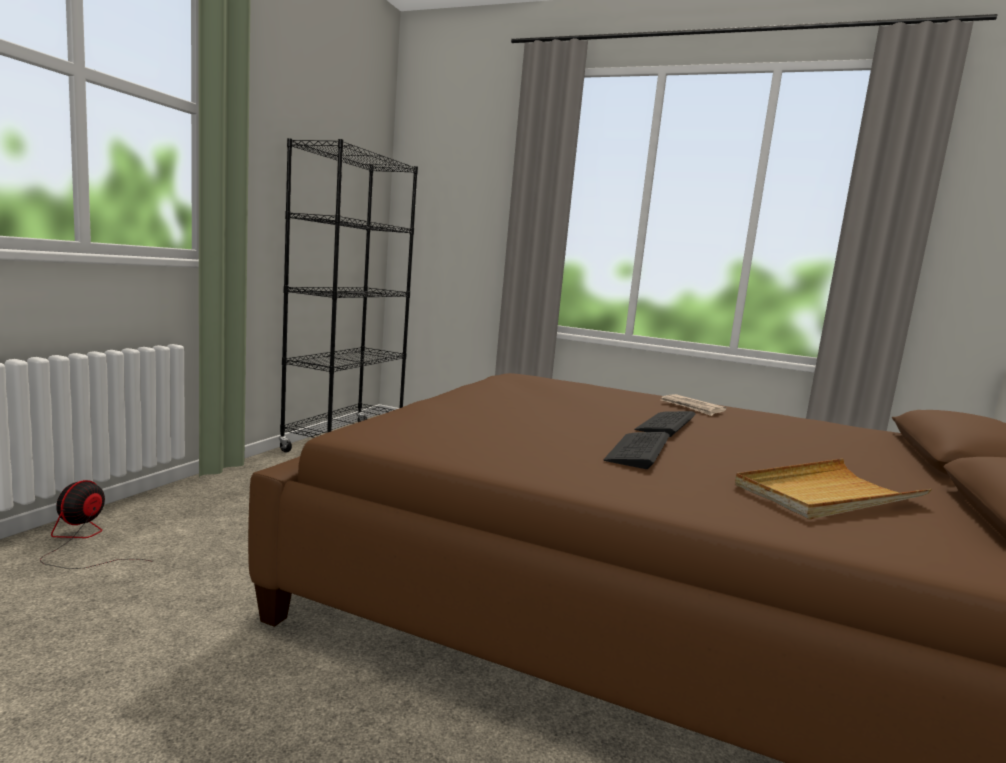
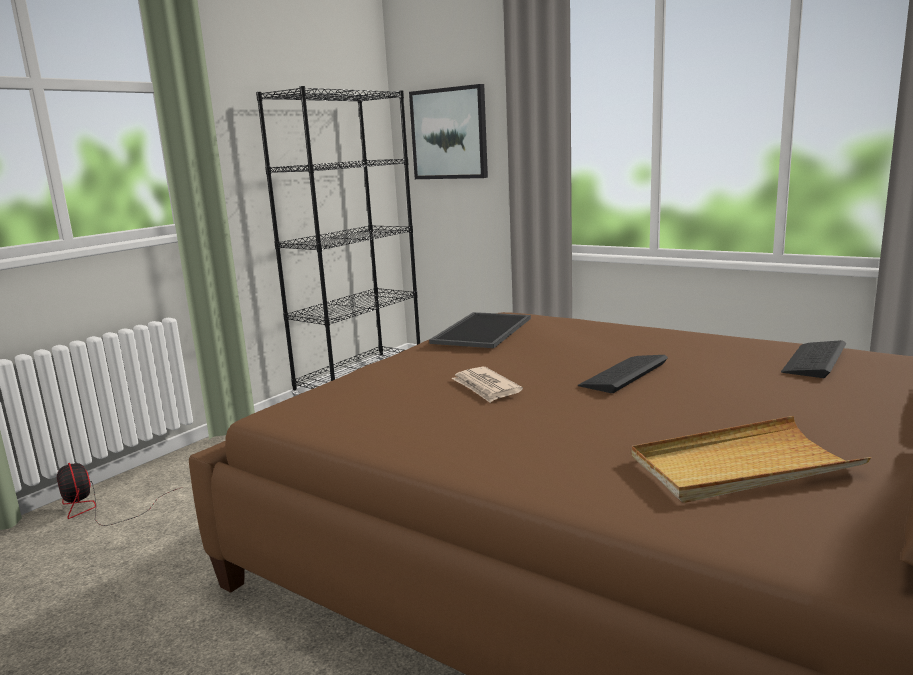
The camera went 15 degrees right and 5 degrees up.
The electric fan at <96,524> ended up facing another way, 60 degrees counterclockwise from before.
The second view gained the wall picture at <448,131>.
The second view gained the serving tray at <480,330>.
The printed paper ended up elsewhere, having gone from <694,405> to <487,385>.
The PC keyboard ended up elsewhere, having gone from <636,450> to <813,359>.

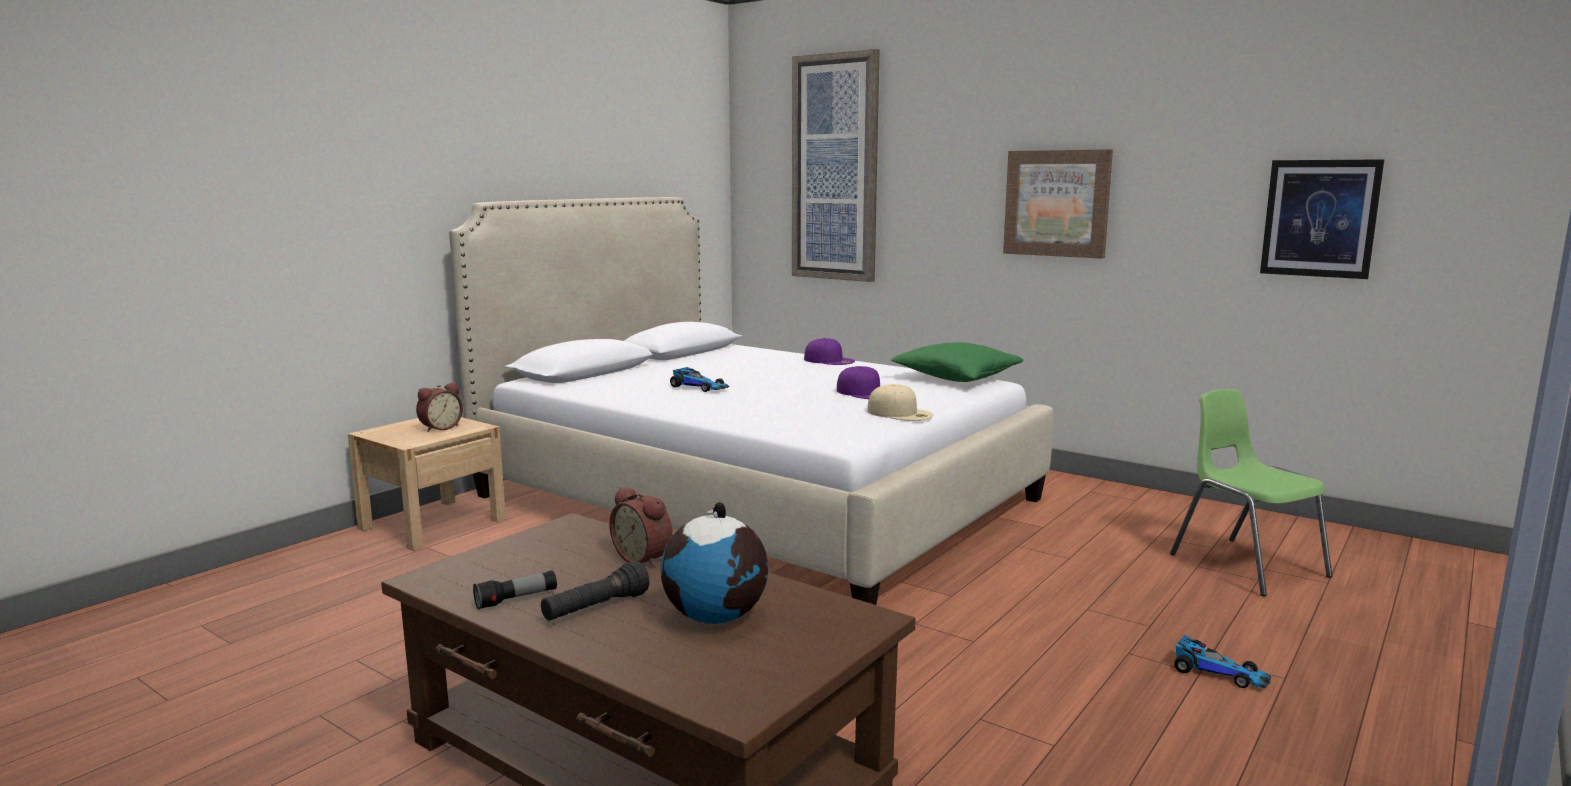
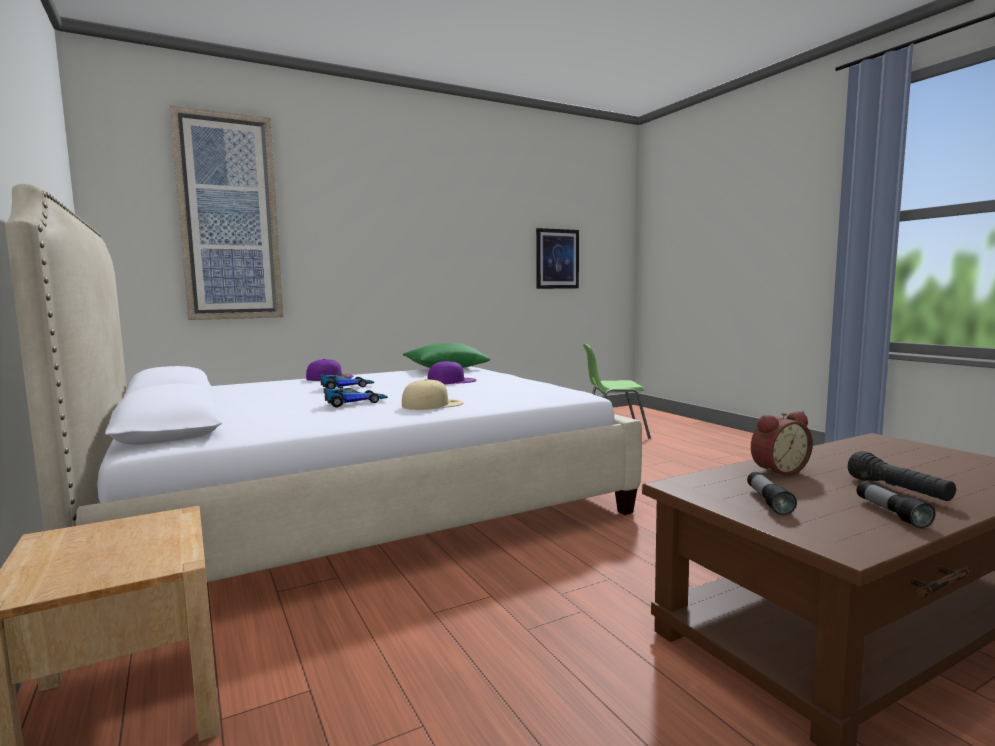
The camera went 65 degrees left and 5 degrees down.
The model car ended up elsewhere, having gone from <1222,661> to <346,381>.
The beige-coloured baseball cap ended up elsewhere, having gone from <900,402> to <432,394>.
The second view gained the hand torch at <772,493>.
The second view lost the table clock at <439,407>.
The second view lost the globe at <714,563>.
The second view lost the wall picture at <1058,204>.

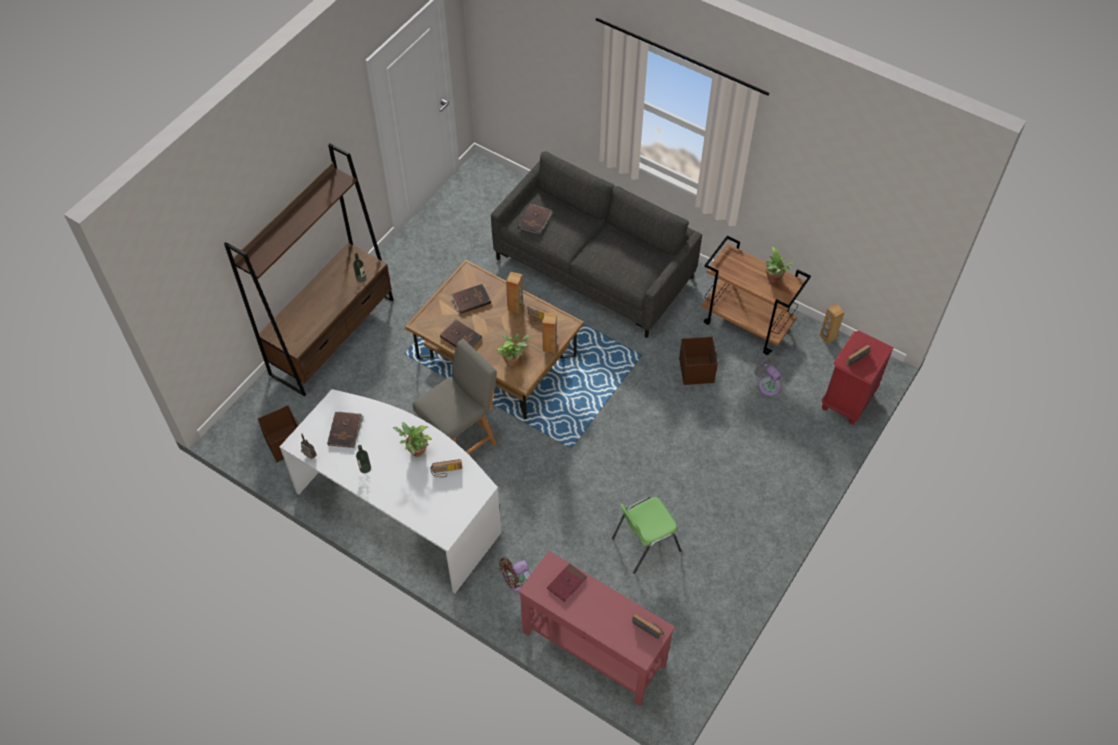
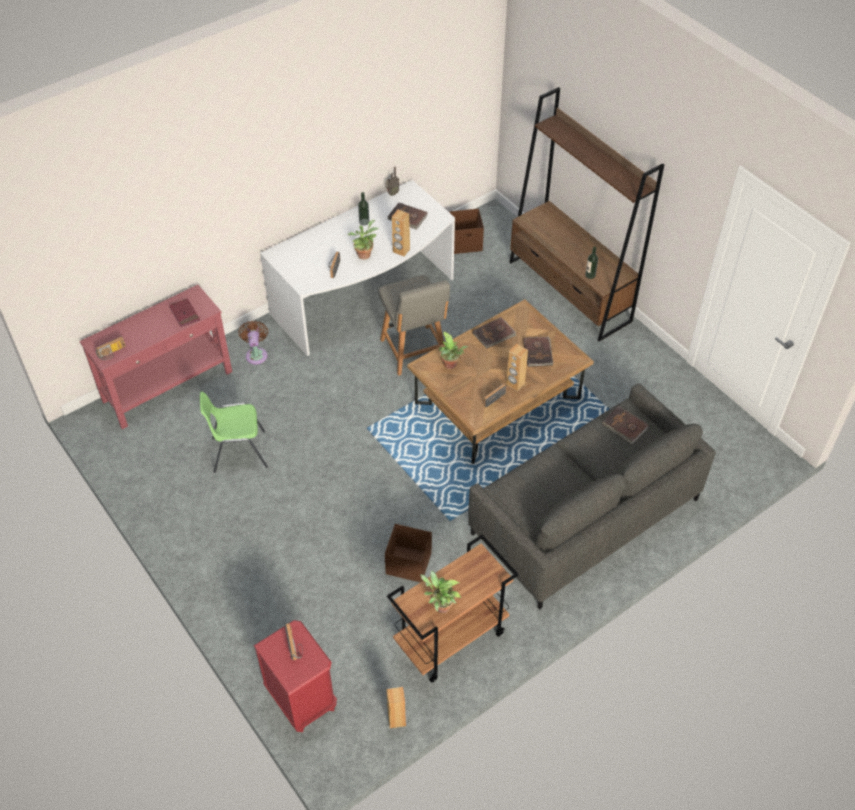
The camera went 110 degrees right and 5 degrees down.
The green upright chair at <647,535> ended up facing another way, 90 degrees counterclockwise from before.
The brown-coloured audio speaker ended up elsewhere, having gone from <549,332> to <401,233>.
The second view lost the greyish electric fan at <768,375>.

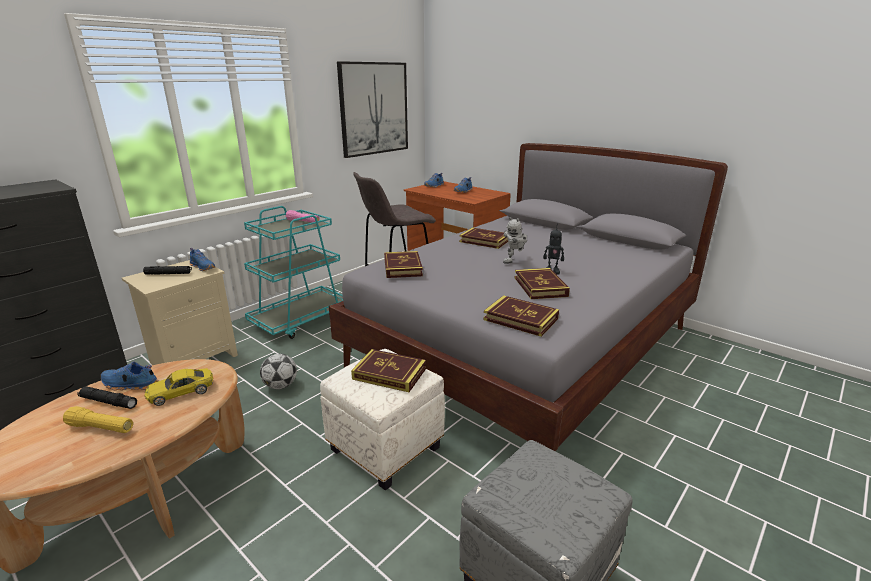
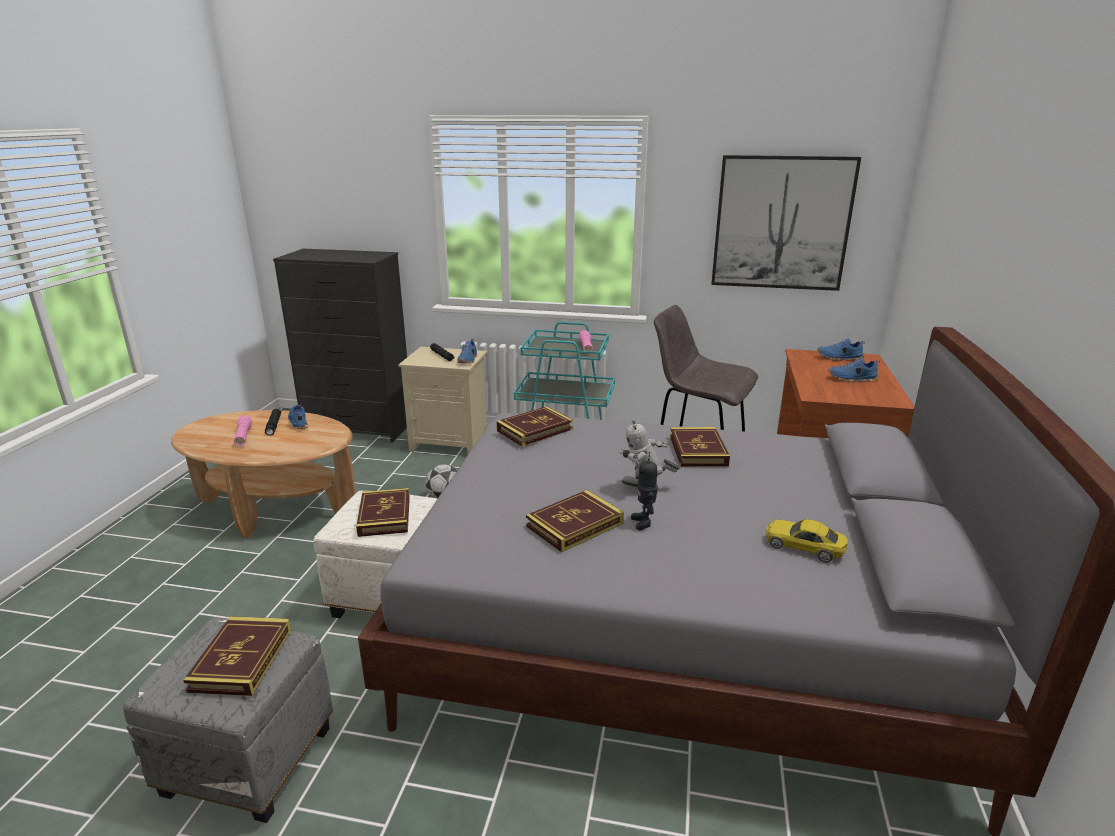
The camera went 60 degrees right and 0 degrees up.
The volume ended up elsewhere, having gone from <521,316> to <237,656>.
What was the yellow hand torch at <98,419> turned into the pink-coloured hand torch at <243,430>.
The yellow model car ended up elsewhere, having gone from <178,387> to <807,541>.

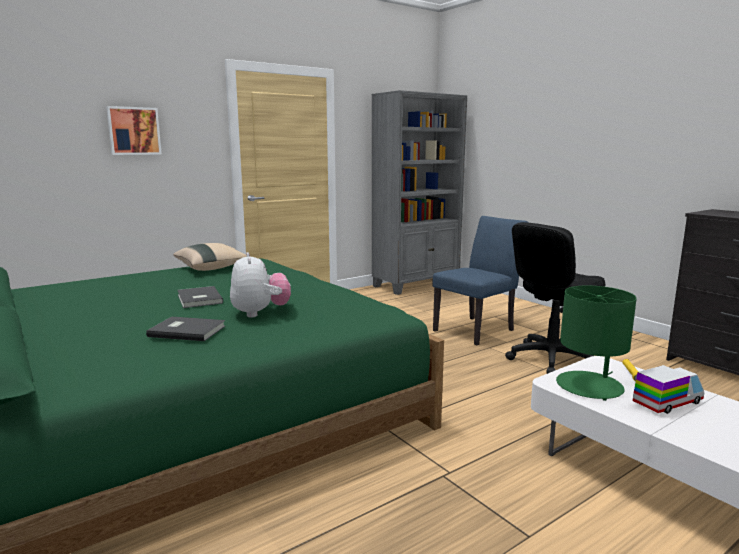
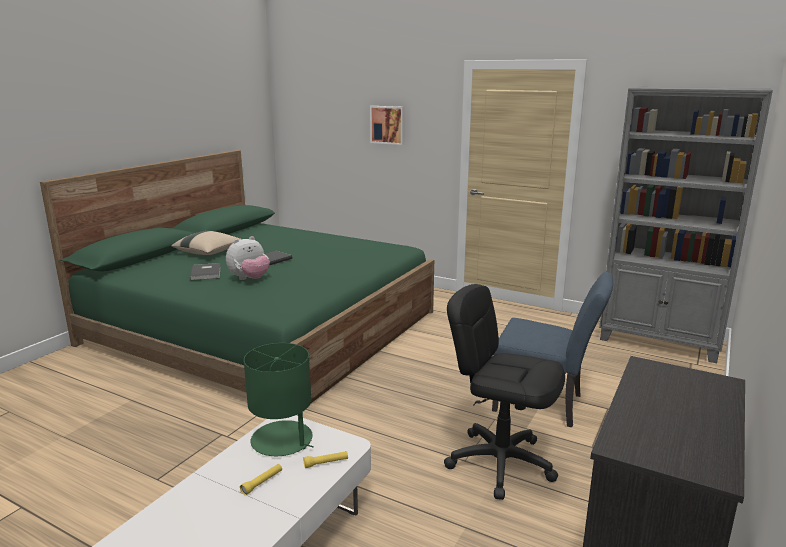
The camera went 65 degrees right and 5 degrees up.
The beige-coloured pillow ended up elsewhere, having gone from <211,257> to <207,243>.
Where the toy truck stood at <668,389>, the yellow hand torch came to stand at <261,480>.

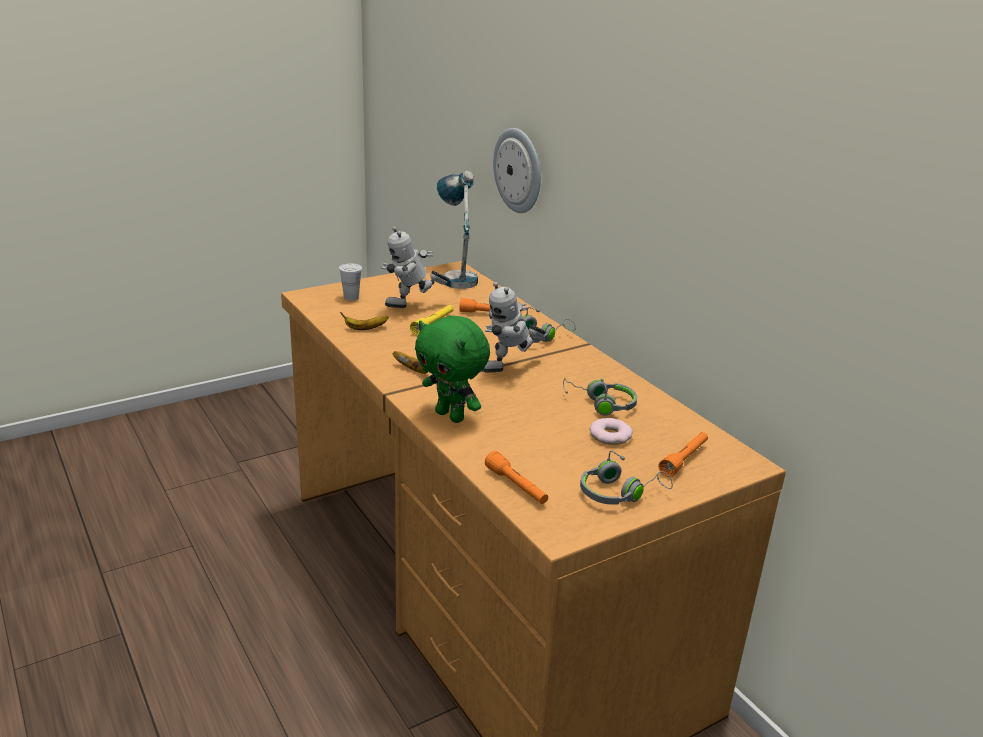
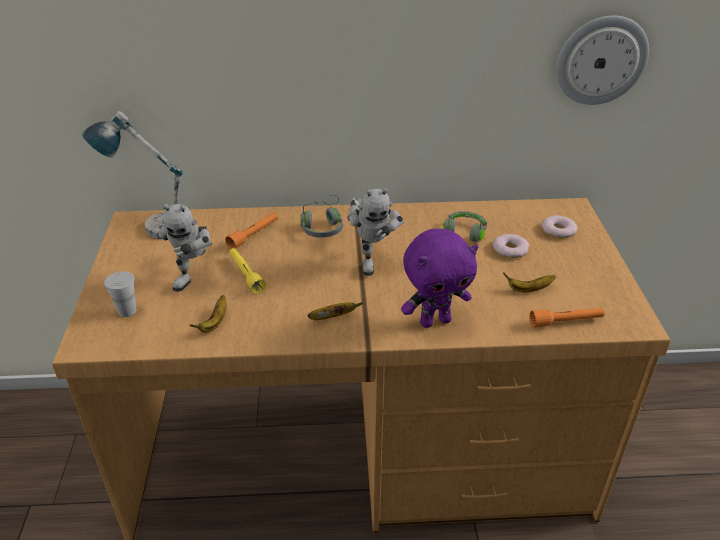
The camera went 60 degrees left and 10 degrees up.
What was the green cuddly toy at <452,369> turned into the purple-coloured cuddly toy at <440,278>.
The second view gained the whole banana at <529,282>.
Where the orangey hand torch stood at <683,454>, the ring doughnut came to stand at <559,226>.
The clock on the wall ended up elsewhere, having gone from <517,170> to <602,60>.
The second view lost the greyish headphones at <626,478>.

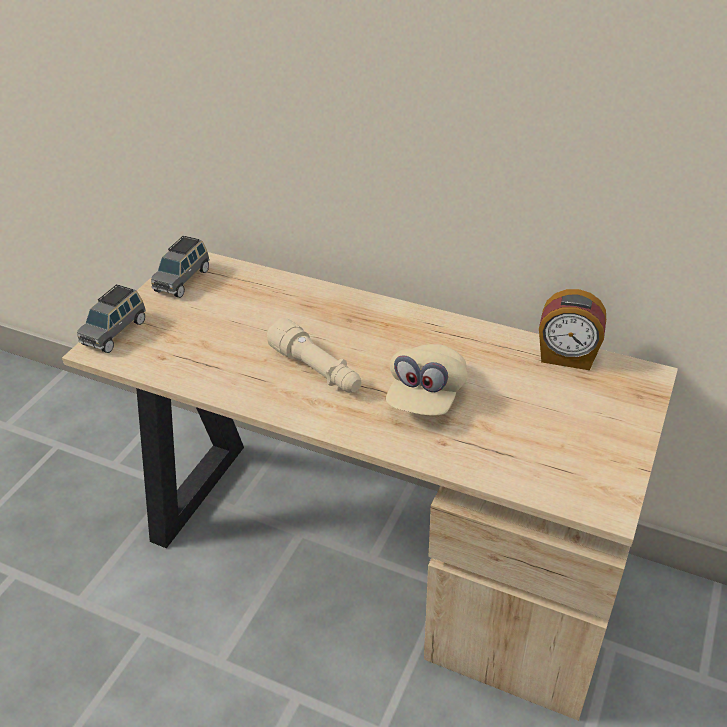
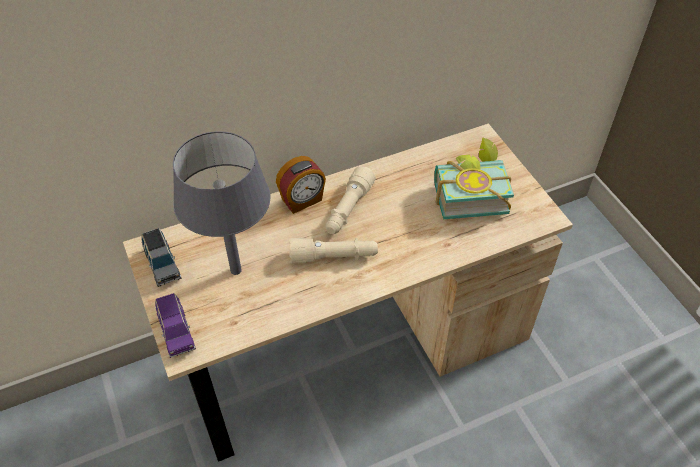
The camera went 50 degrees left and 10 degrees up.
What was the greyish model car at <111,318> turned into the purple-coloured model car at <175,325>.
The second view gained the greyish lamp for a table at <222,203>.
The table clock ended up elsewhere, having gone from <572,329> to <301,185>.
The second view gained the beige-coloured hand torch at <351,200>.
The second view gained the volume at <474,178>.
The second view lost the beige-coloured baseball cap at <427,380>.

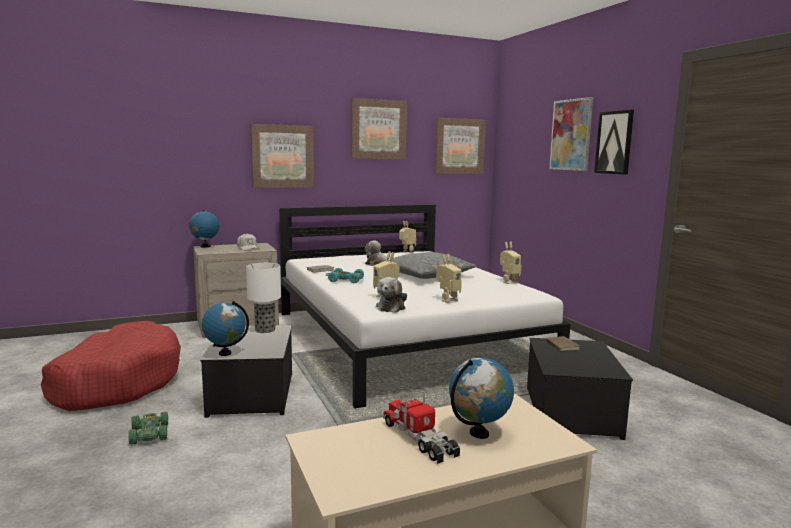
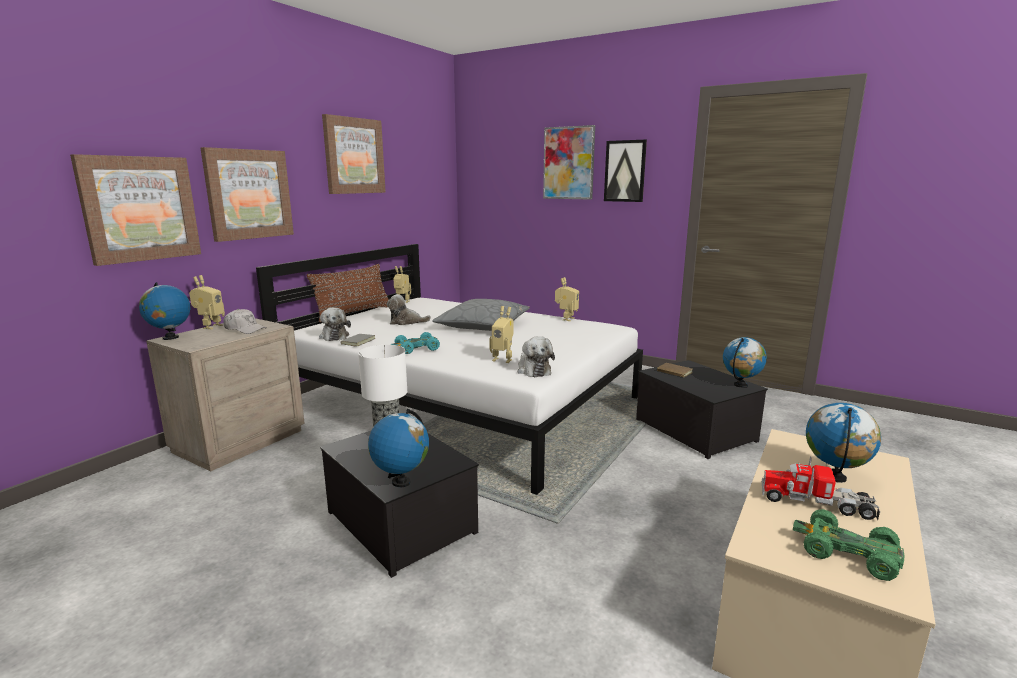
The camera went 35 degrees left and 5 degrees up.
The wall picture ended up elsewhere, having gone from <460,146> to <135,210>.
The toy robot ended up elsewhere, having gone from <449,278> to <207,302>.
The second view gained the brown-coloured pillow at <348,293>.
The second view gained the cuddly toy at <335,324>.
The second view gained the globe at <745,362>.
The green model car ended up elsewhere, having gone from <148,428> to <848,545>.
The second view lost the red dog cushion at <111,366>.

